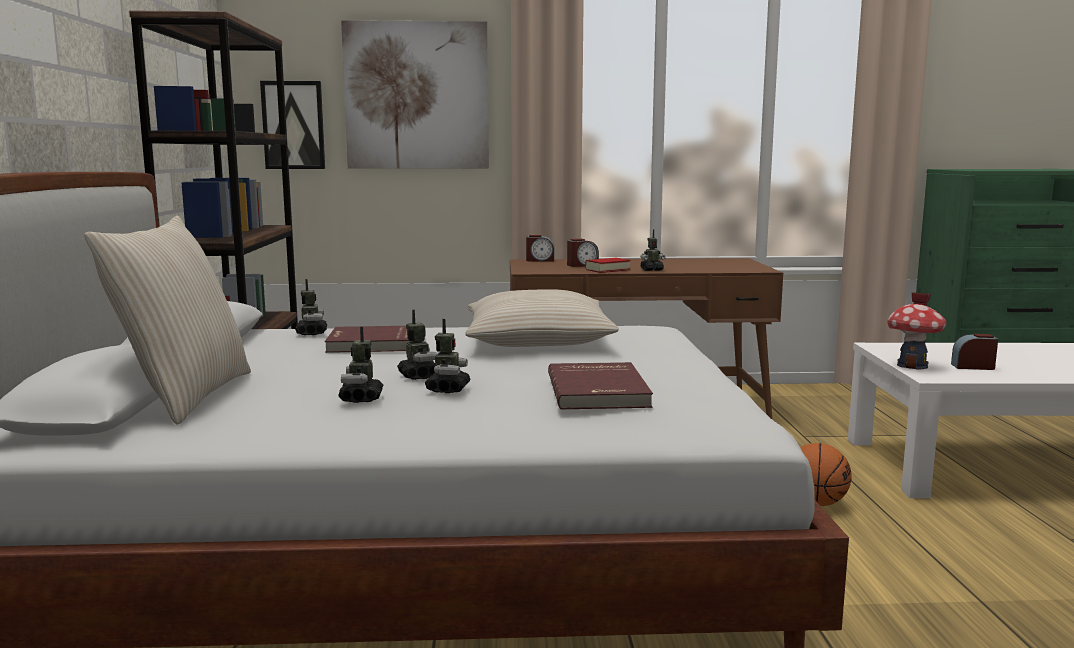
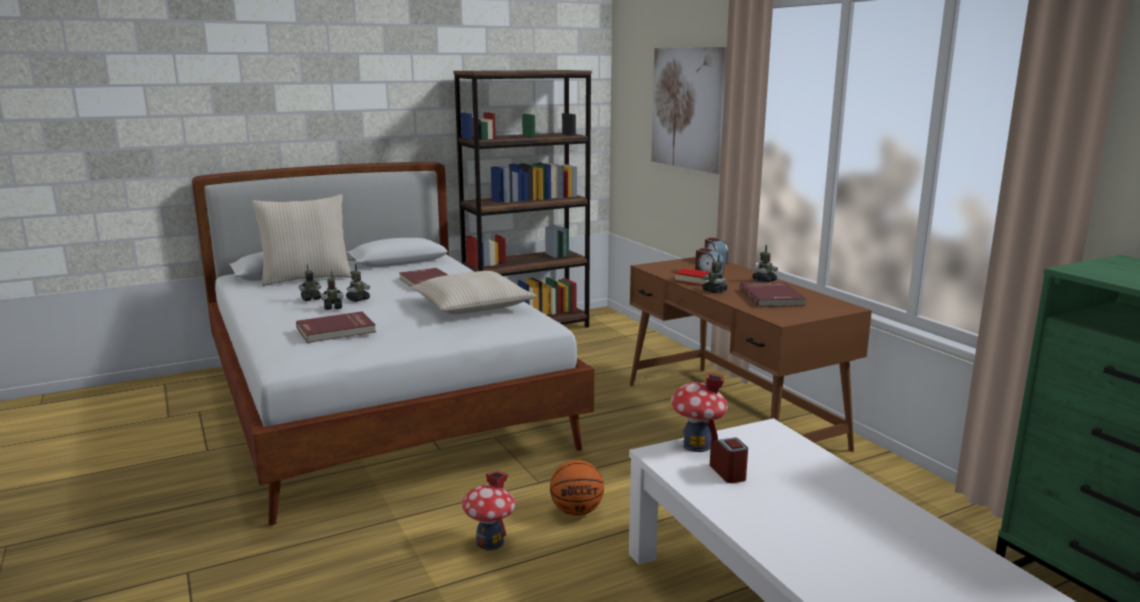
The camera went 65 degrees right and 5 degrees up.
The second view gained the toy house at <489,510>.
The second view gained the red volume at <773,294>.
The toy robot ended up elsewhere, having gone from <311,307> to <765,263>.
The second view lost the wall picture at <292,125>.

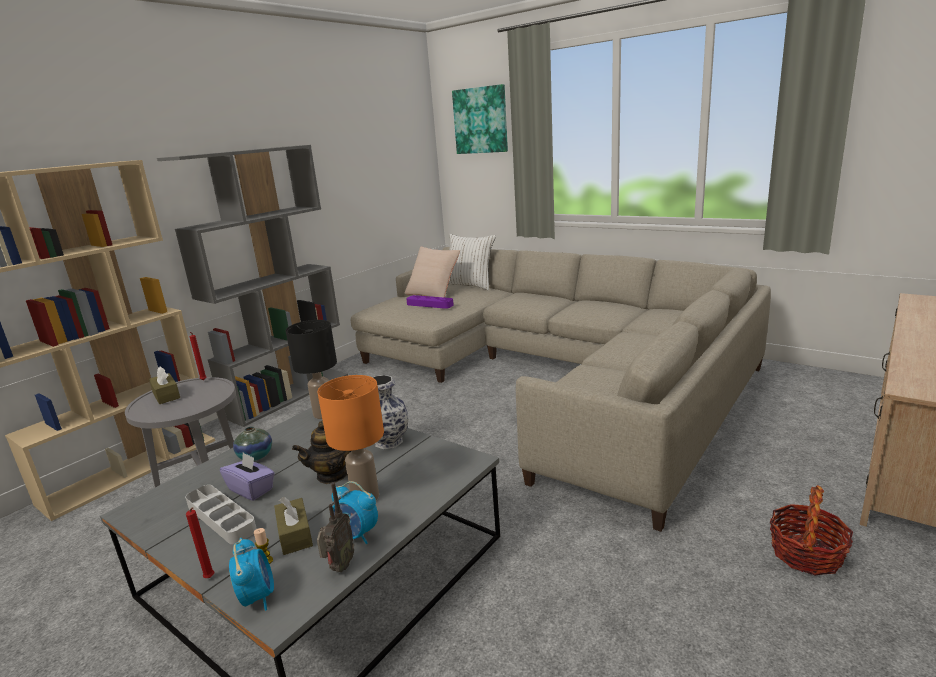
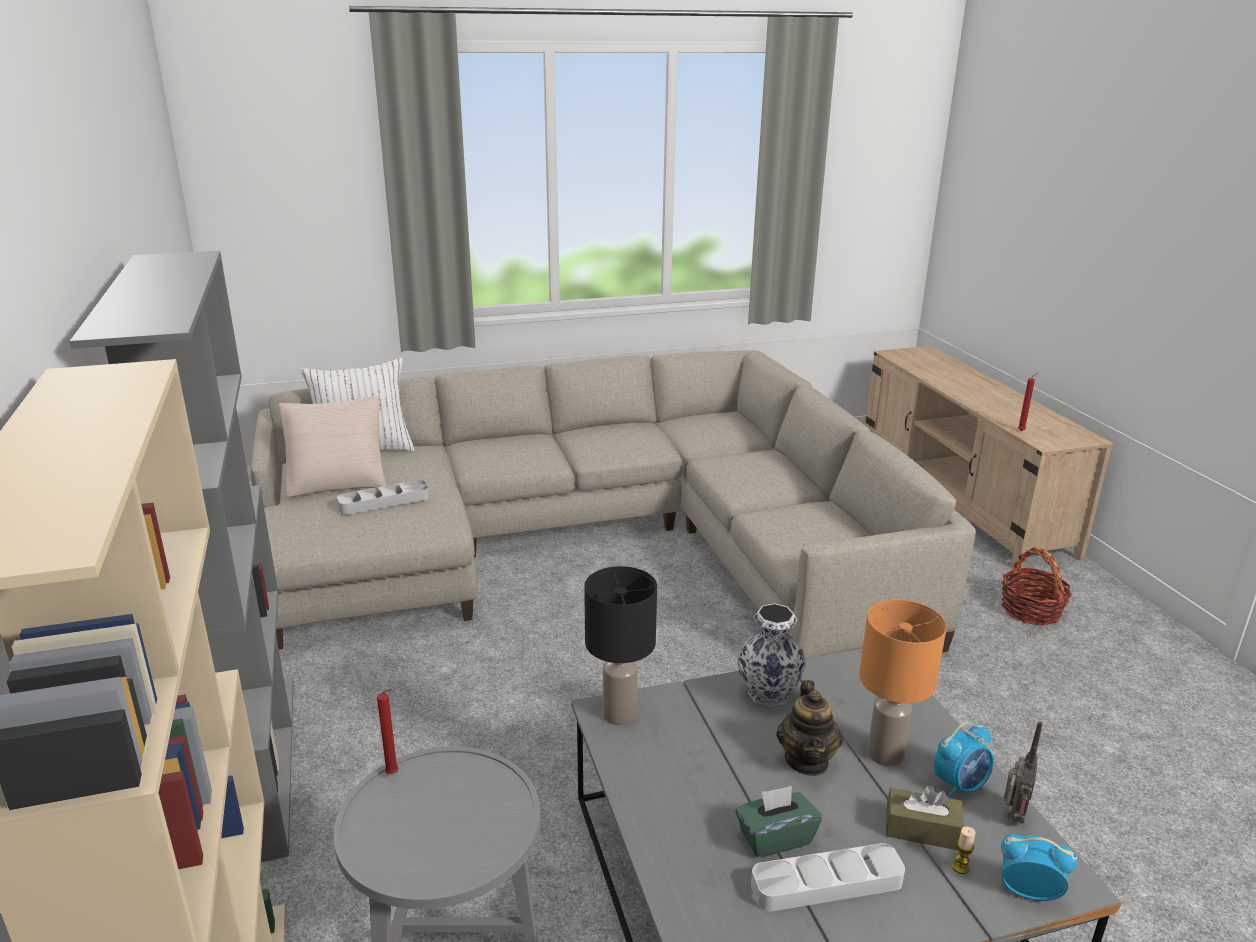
The camera went 55 degrees left and 5 degrees up.
What was the purple-coloured serving tray at <430,302> turned into the greyish serving tray at <383,497>.
What was the purple-coloured tissue holder at <247,476> turned into the green tissue holder at <779,822>.
The radio set at <335,527> ended up facing another way, 60 degrees clockwise from before.
The red wax candle ended up elsewhere, having gone from <200,542> to <1028,402>.
The second view lost the brown-coloured tissue holder at <164,385>.
The second view lost the flower vase at <252,443>.
The second view lost the wall picture at <480,119>.

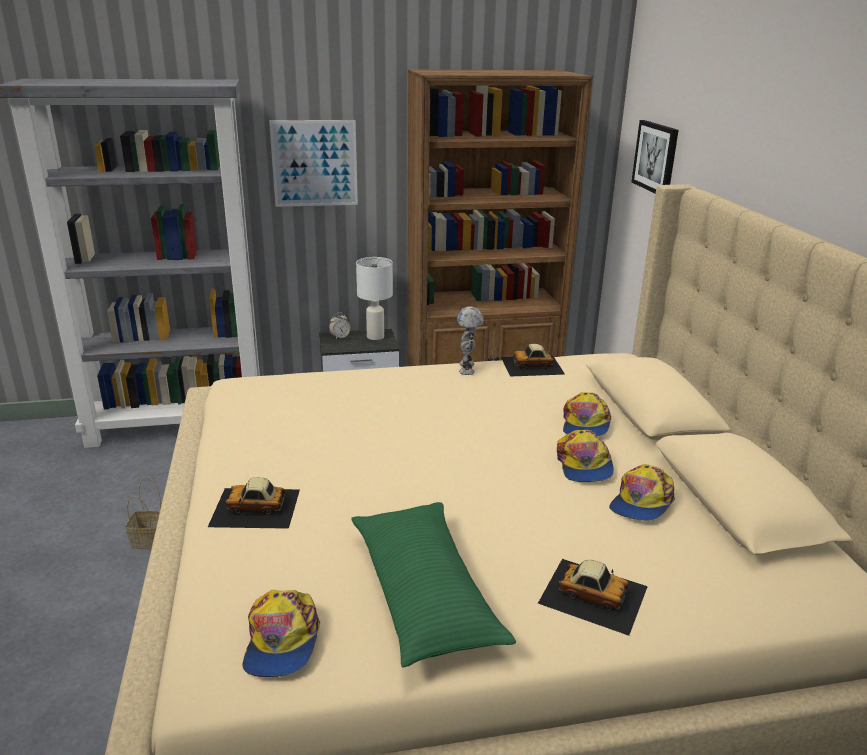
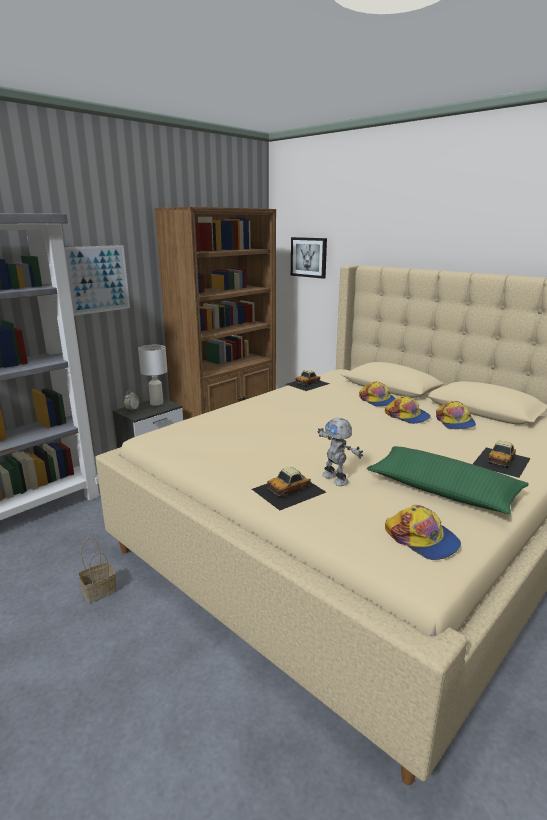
The camera went 35 degrees left and 5 degrees down.
The toy robot ended up elsewhere, having gone from <470,340> to <340,452>.
The model car at <593,597> ended up facing another way, 135 degrees clockwise from before.

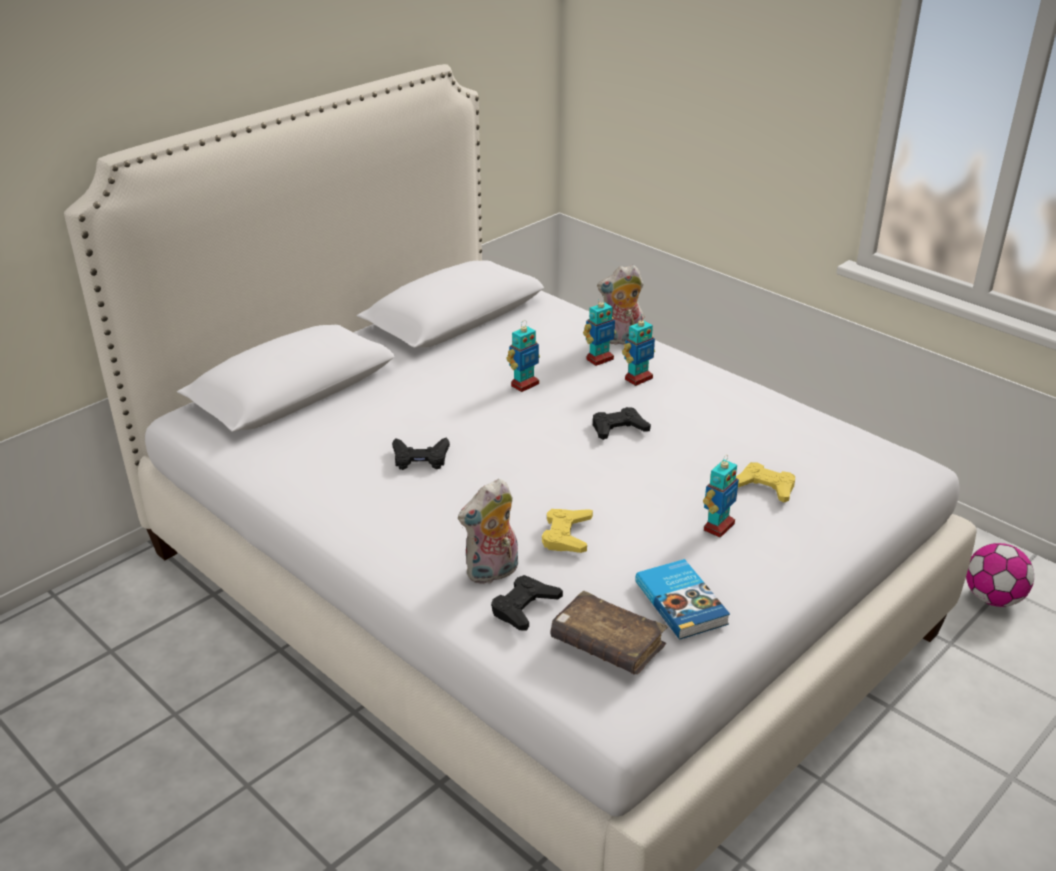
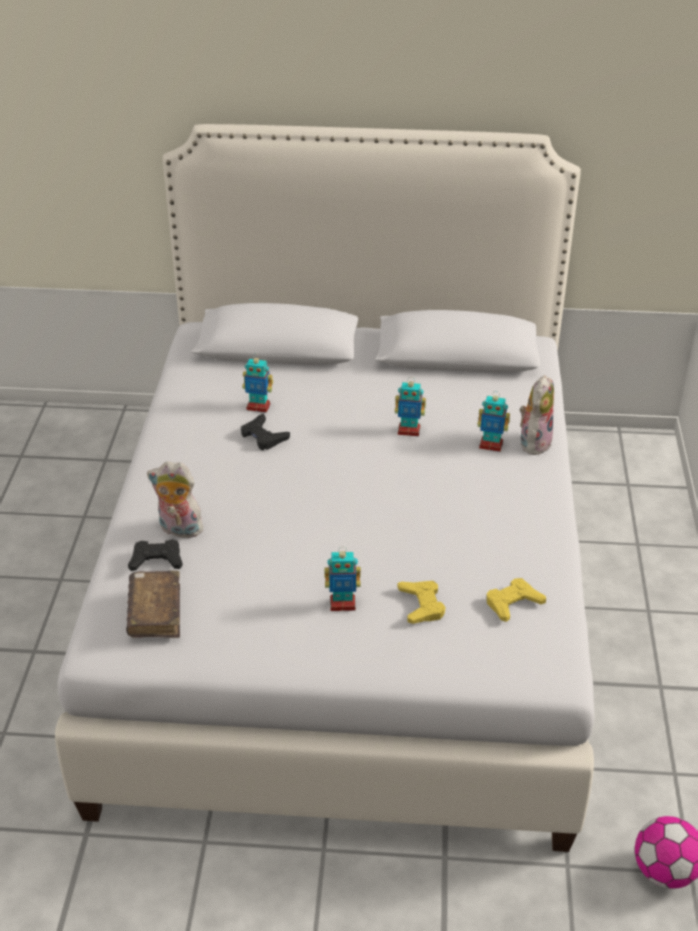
The camera went 50 degrees right and 5 degrees up.
The toy robot ended up elsewhere, having gone from <638,350> to <257,383>.
The yellow gamepad ended up elsewhere, having gone from <567,531> to <516,600>.
The cuddly toy at <620,305> ended up facing another way, 75 degrees clockwise from before.
The second view lost the black-coloured gamepad at <622,423>.
The second view lost the volume at <682,599>.

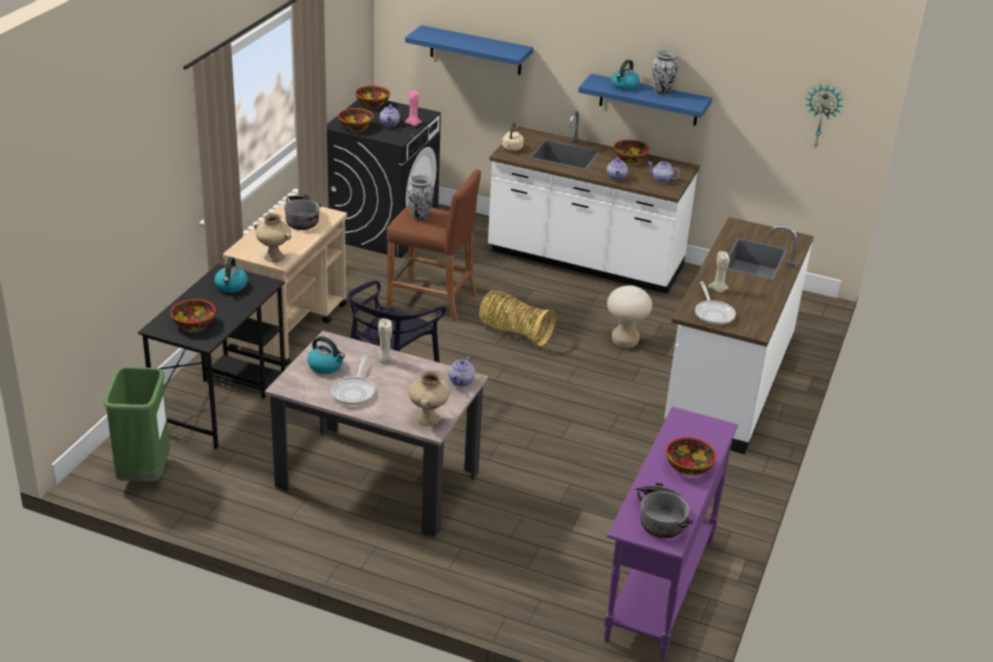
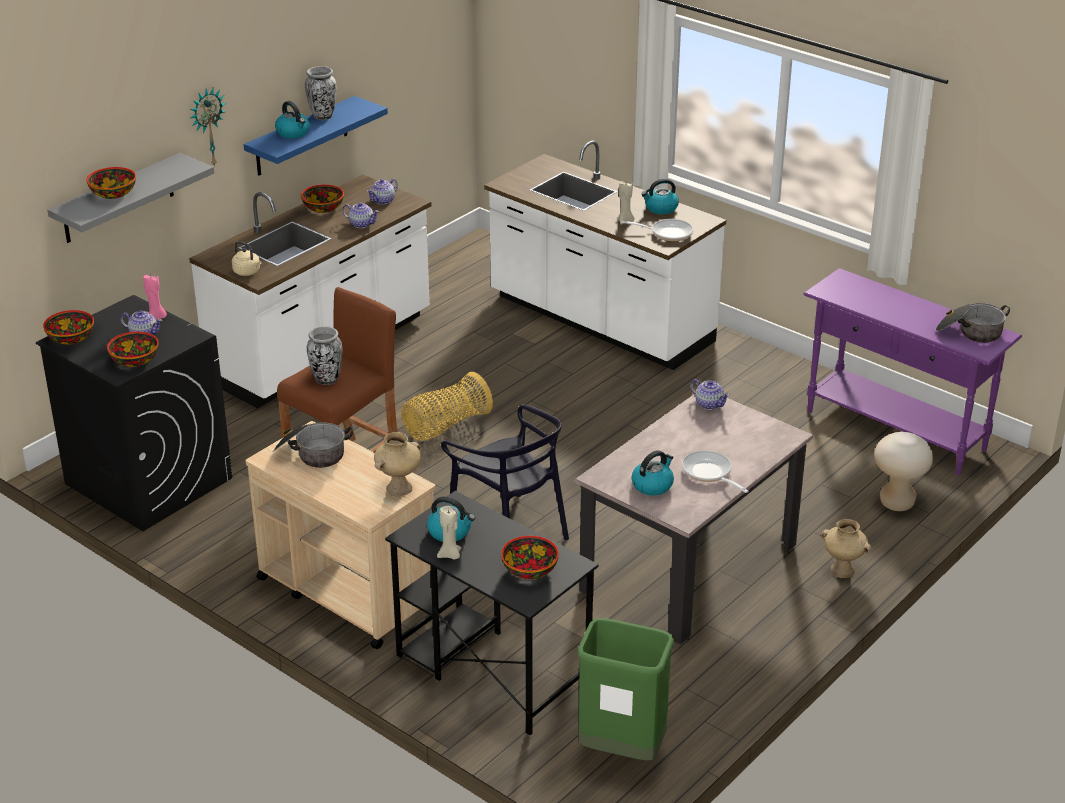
The camera went 70 degrees left and 0 degrees up.
What was the blue-coloured shelf at <469,50> turned into the greyish shelf at <130,198>.
The deep dish ended up elsewhere, having gone from <691,456> to <111,183>.
The clock on the wall ended up elsewhere, having gone from <824,117> to <208,127>.
The beige-coloured wax candle ended up elsewhere, having gone from <385,340> to <449,532>.
The second view gained the kettle at <660,196>.
The pan at <353,380> ended up facing another way, 150 degrees counterclockwise from before.
The beige-coloured flower vase ended up elsewhere, having gone from <429,398> to <846,548>.
The beige-coloured stool ended up elsewhere, having gone from <629,316> to <903,471>.

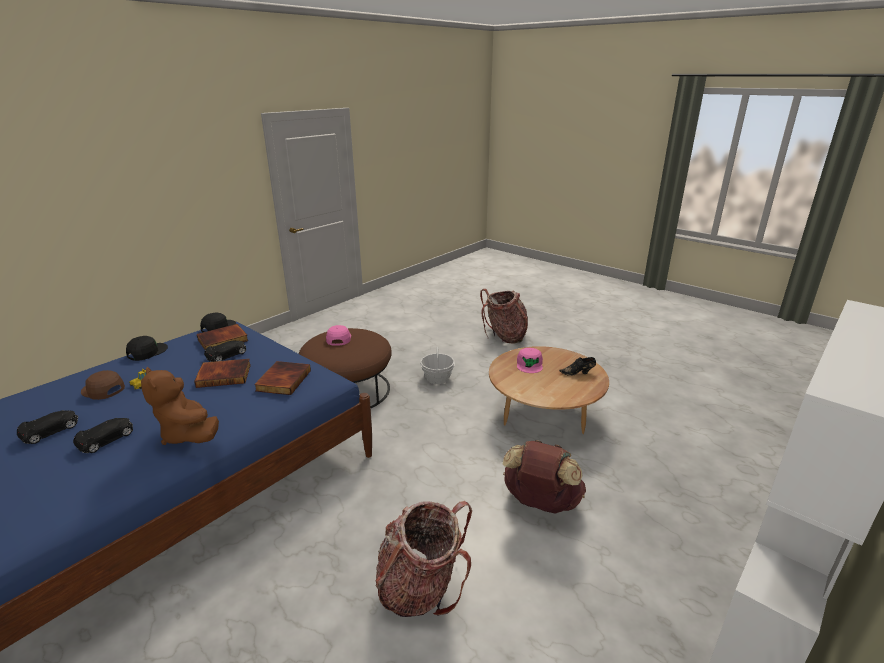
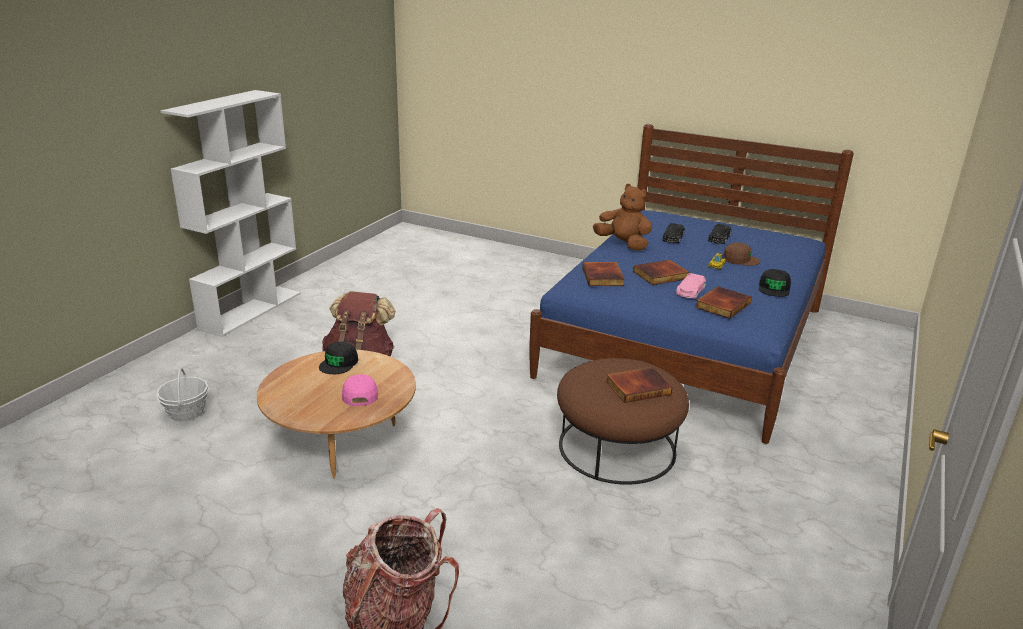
The camera went 165 degrees right and 0 degrees up.
The basket ended up elsewhere, having gone from <437,365> to <182,394>.
The black-coloured baseball cap ended up elsewhere, having gone from <218,322> to <338,358>.
Where the pink-coloured baseball cap stood at <338,335>, the volume came to stand at <639,385>.
What was the black-coloured model car at <225,351> turned into the pink-coloured model car at <691,286>.
The second view lost the backpack at <424,559>.
The second view lost the black-coloured low shoe at <577,366>.

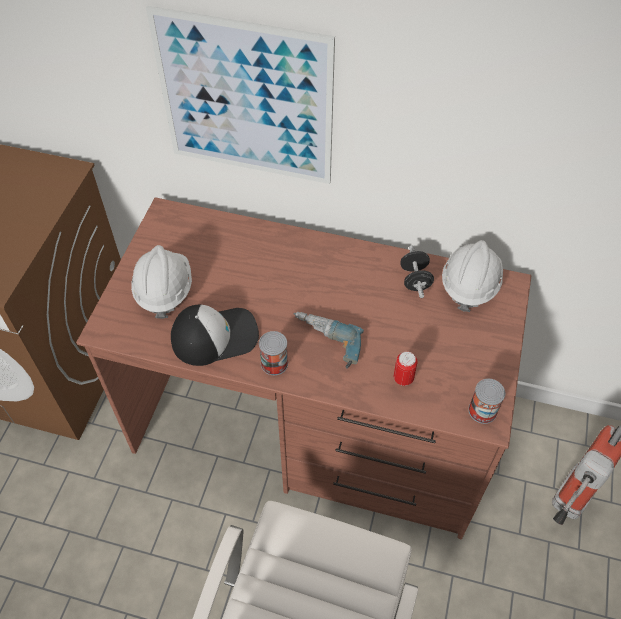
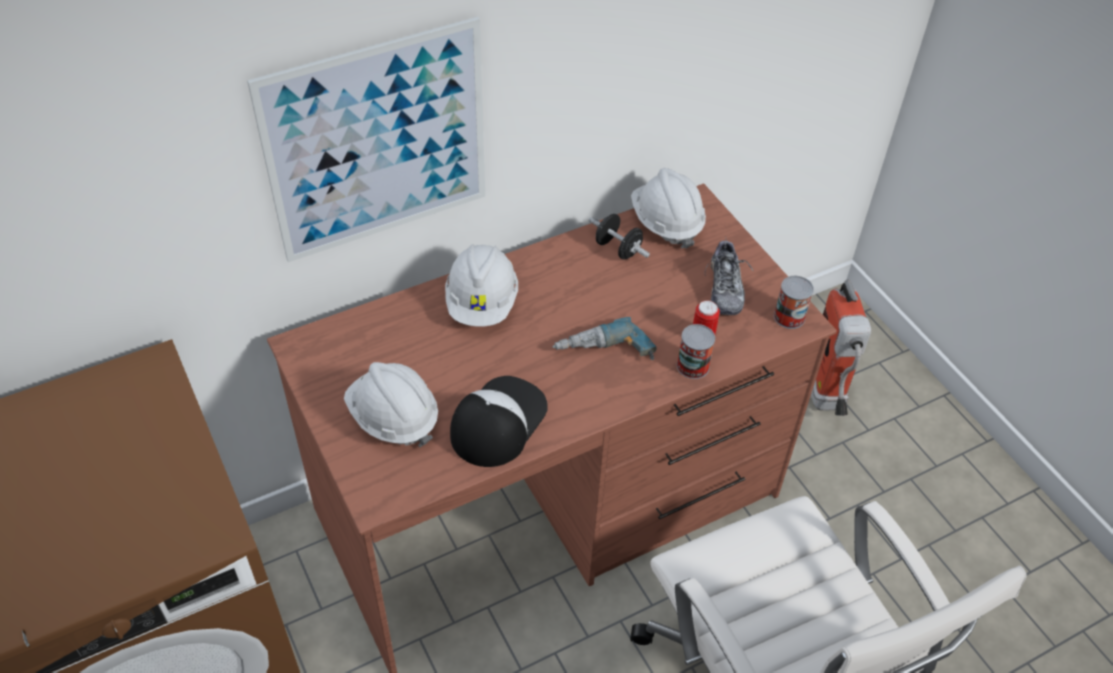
The camera went 45 degrees left and 5 degrees down.
The second view gained the whitish safety helmet at <481,285>.
The metal can ended up elsewhere, having gone from <273,353> to <696,351>.
The second view gained the low shoe at <729,278>.

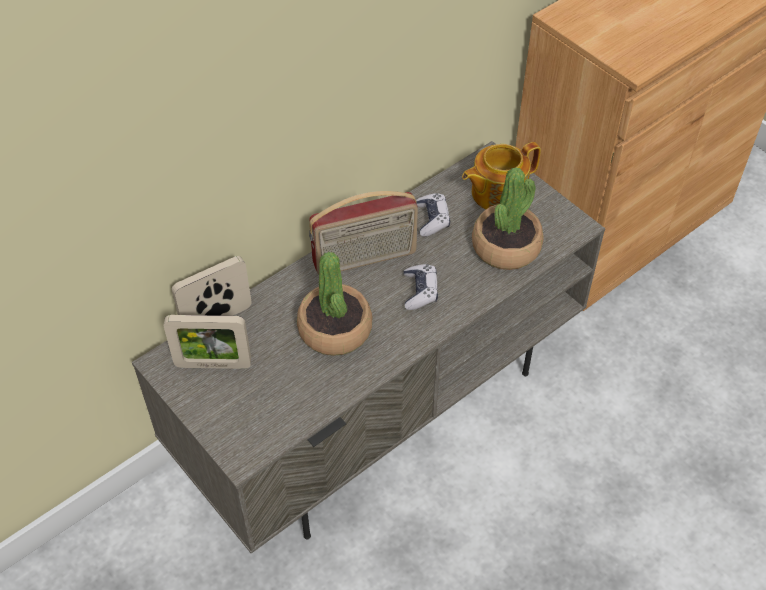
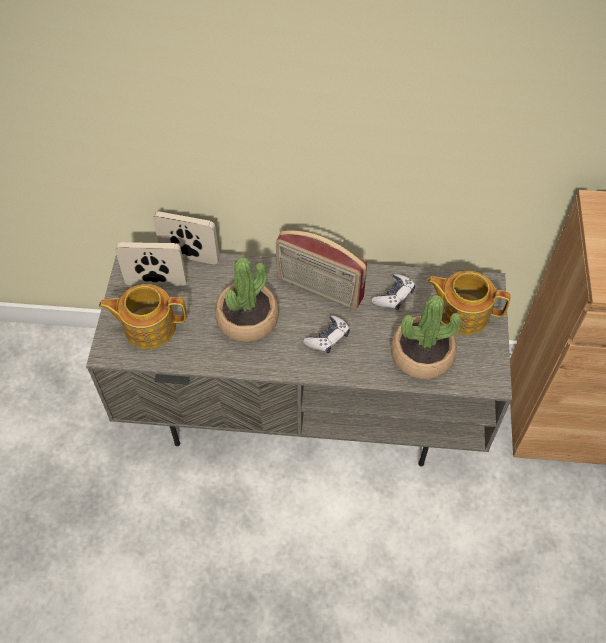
The camera went 45 degrees right and 5 degrees up.
The second view gained the teapot at <143,316>.
The picture frame at <207,342> ended up facing another way, 135 degrees clockwise from before.

